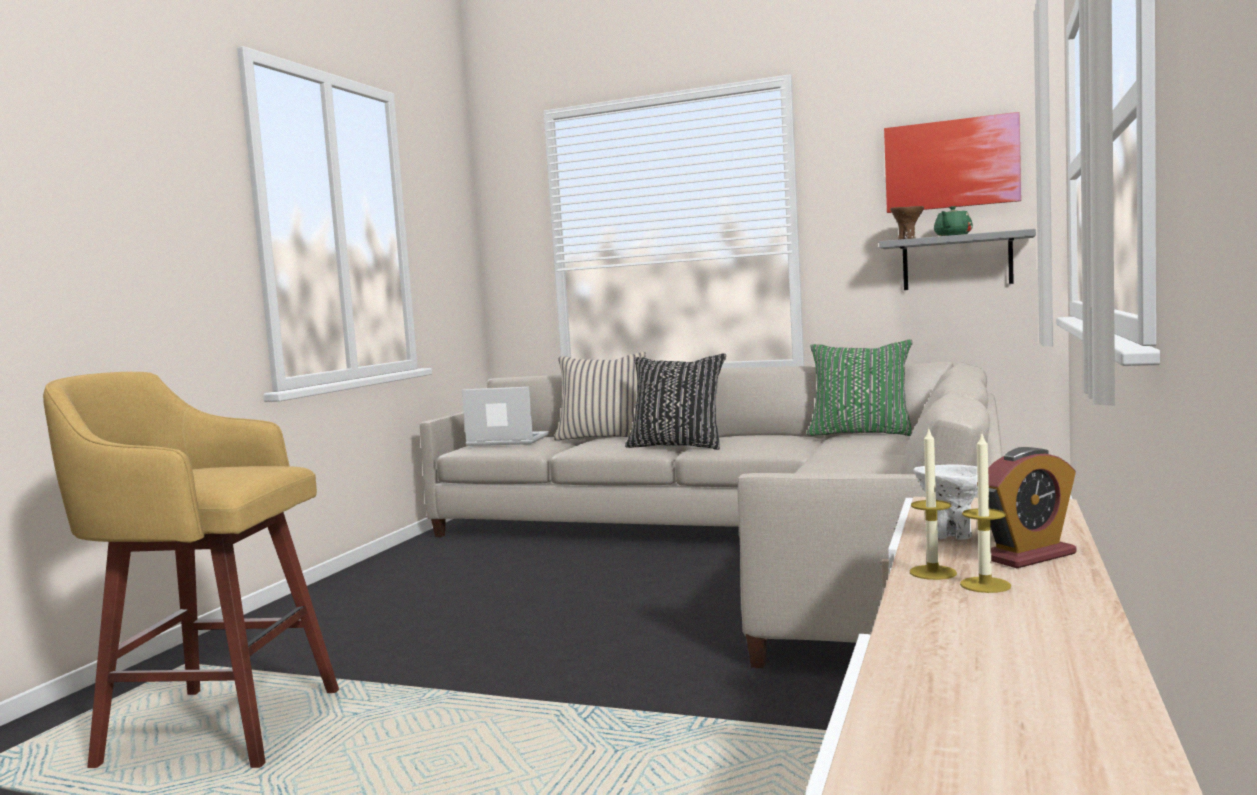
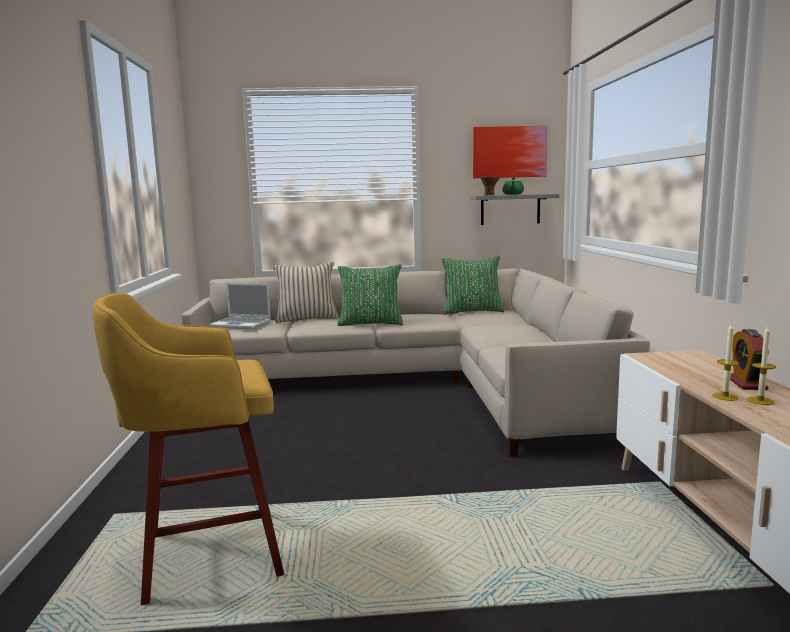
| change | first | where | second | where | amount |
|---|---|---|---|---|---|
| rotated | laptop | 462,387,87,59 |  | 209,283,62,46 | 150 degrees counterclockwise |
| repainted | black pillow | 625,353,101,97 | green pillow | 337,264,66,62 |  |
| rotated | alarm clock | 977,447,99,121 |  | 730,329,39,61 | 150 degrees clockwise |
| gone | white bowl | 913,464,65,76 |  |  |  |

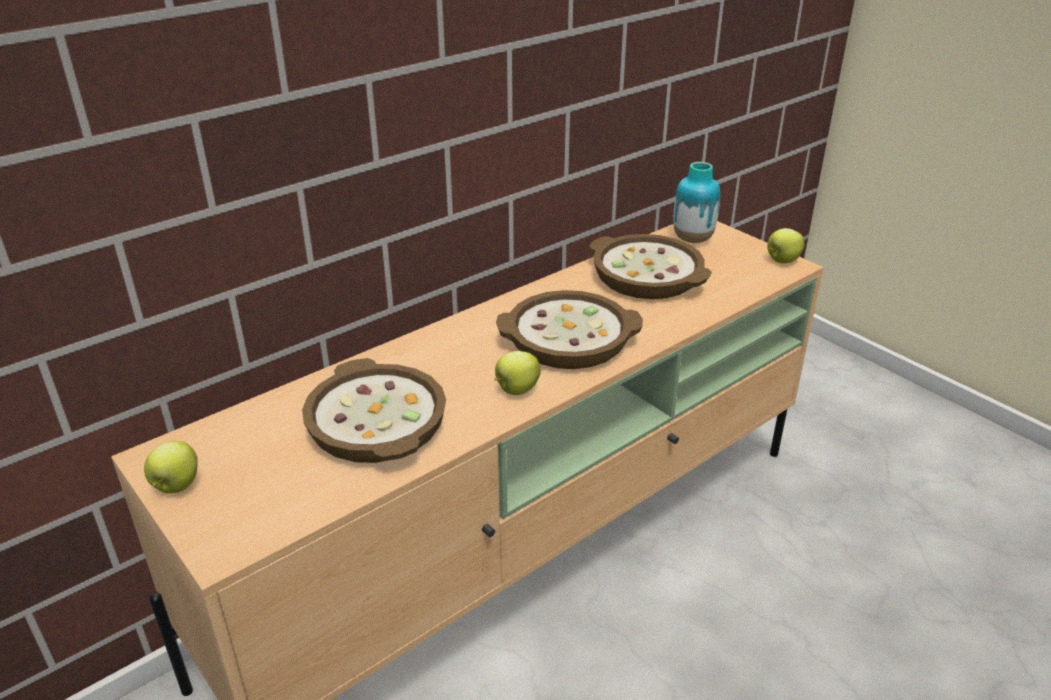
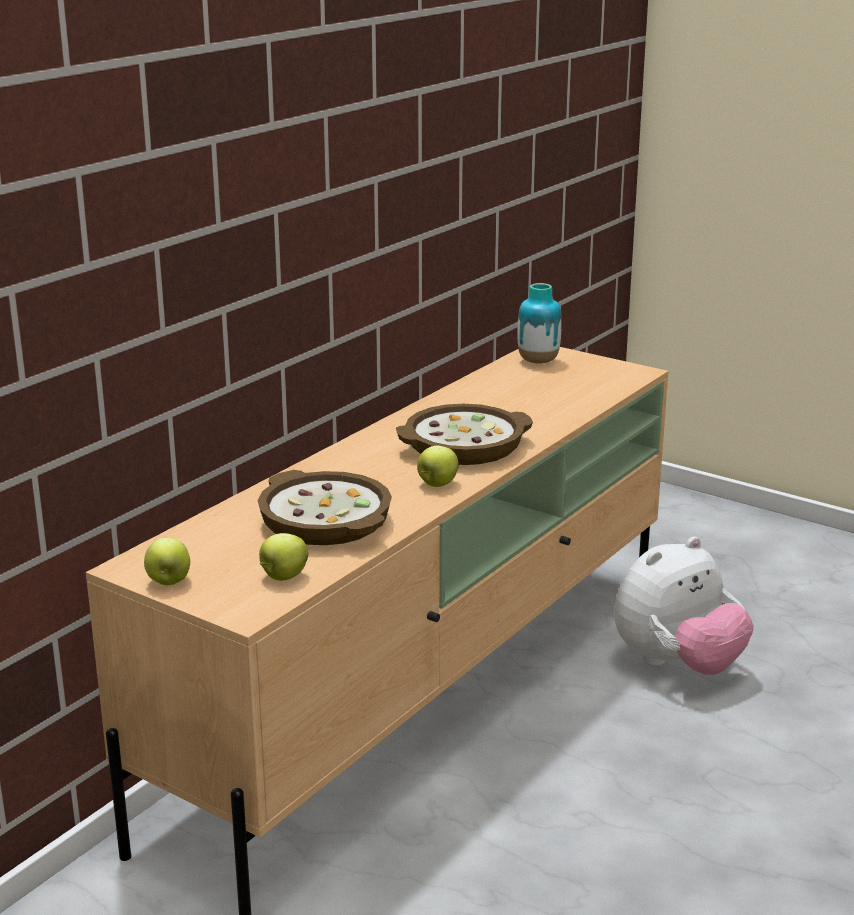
| change | first | where | second | where | amount |
|---|---|---|---|---|---|
| shifted | apple | 767,228,38,36 |  | 259,533,49,48 |  |
| new |  |  | plush toy | 614,537,140,138 |  |
| gone | bowl | 589,234,123,65 |  |  |  |

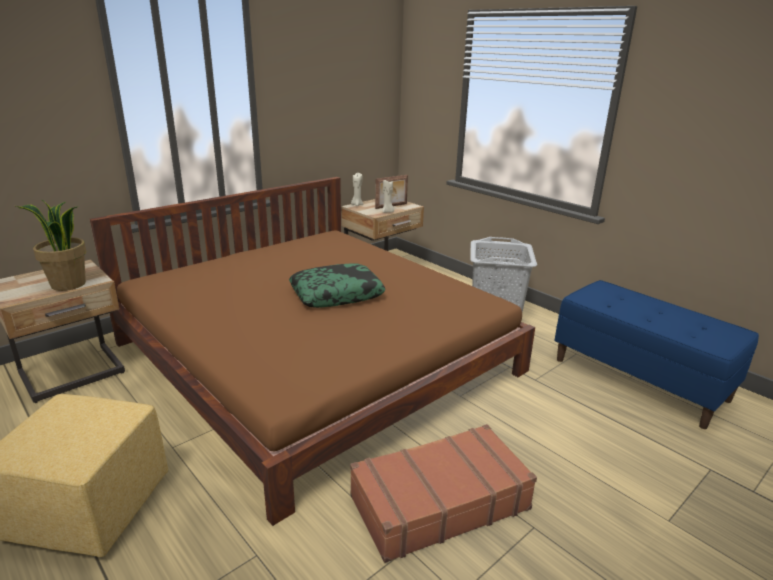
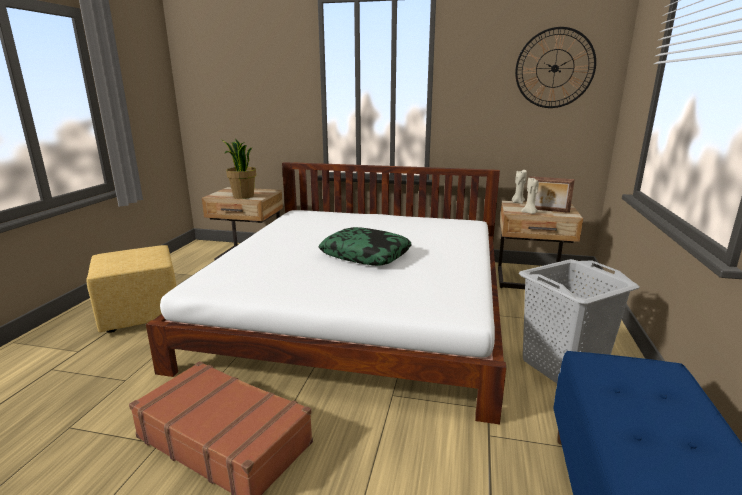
| change | first | where | second | where | amount |
|---|---|---|---|---|---|
| repainted | brown bed | 90,177,445,349 | white bed | 146,162,360,263 |  |
| new |  |  | wall clock | 515,27,81,81 |  |

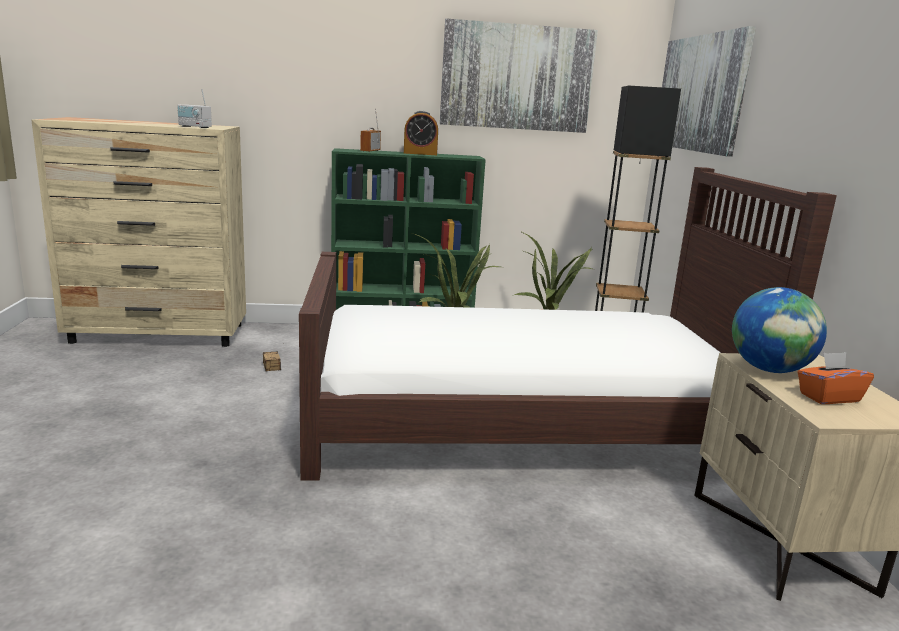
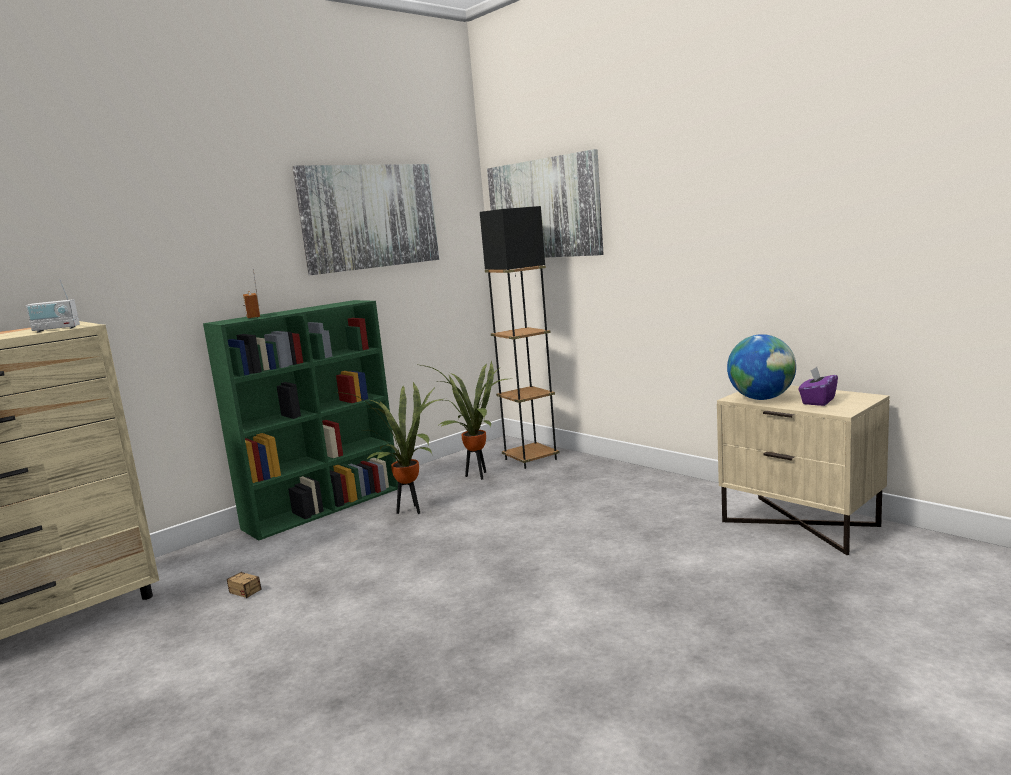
| change | first | where | second | where | amount |
|---|---|---|---|---|---|
| repainted | orange tissue box | 798,352,76,52 | purple tissue box | 799,367,39,39 |  |
| gone | brown bed | 299,167,538,314 |  |  |  |
| gone | alarm clock | 404,111,34,44 |  |  |  |

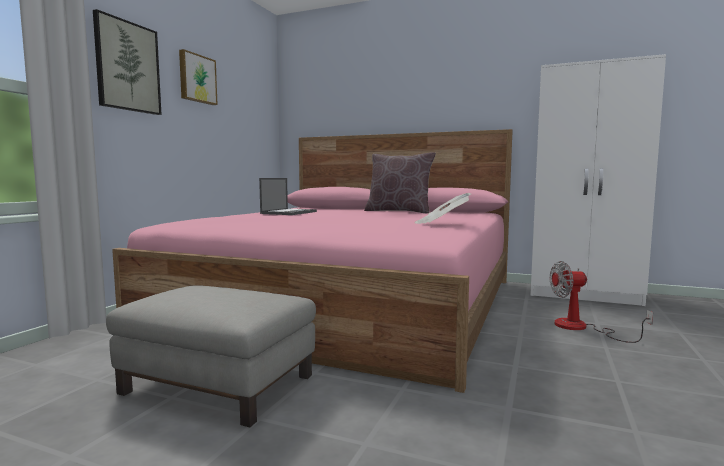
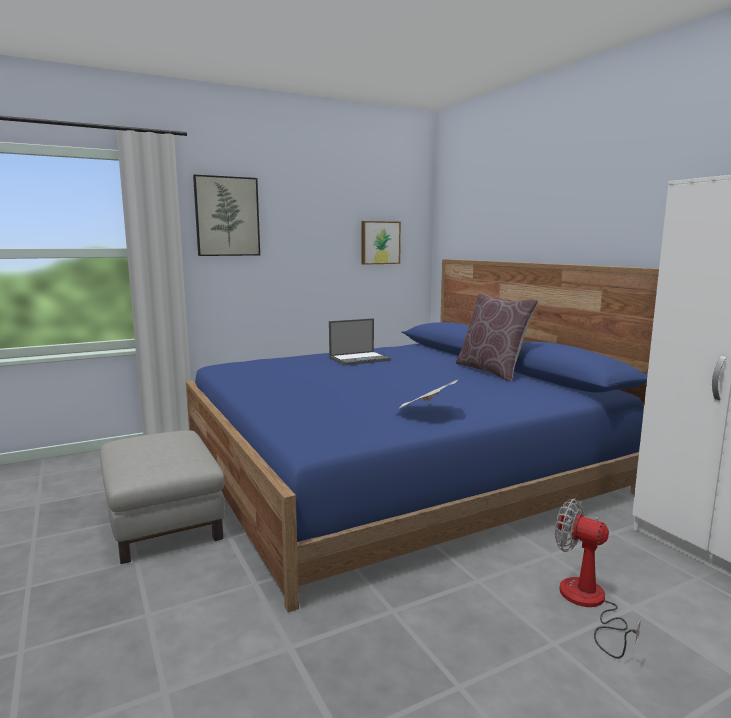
| change | first | where | second | where | amount |
|---|---|---|---|---|---|
| repainted | pink bed | 112,129,401,264 | blue bed | 186,259,473,353 |  |
| shifted | picture | 179,49,39,56 |  | 361,221,40,44 |  |

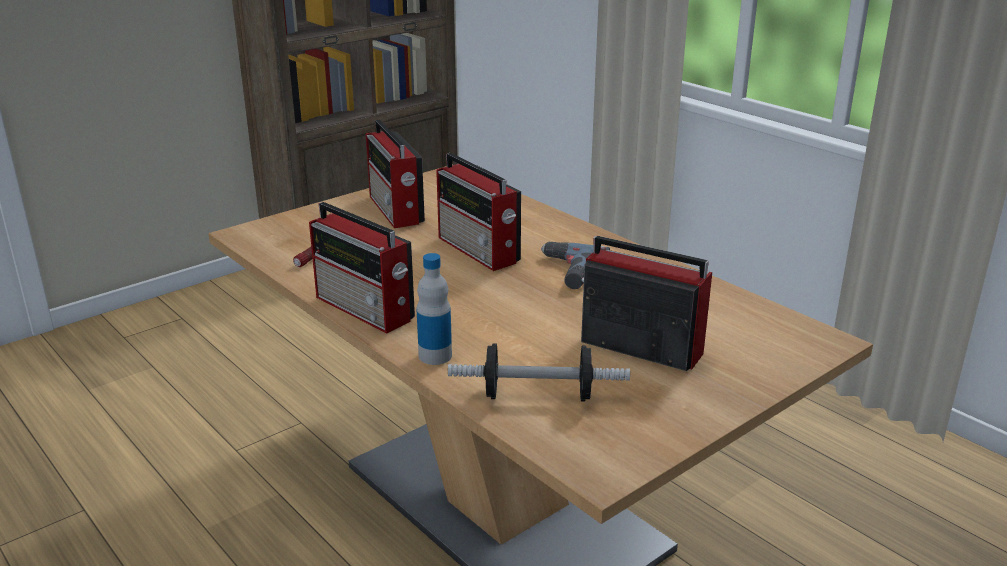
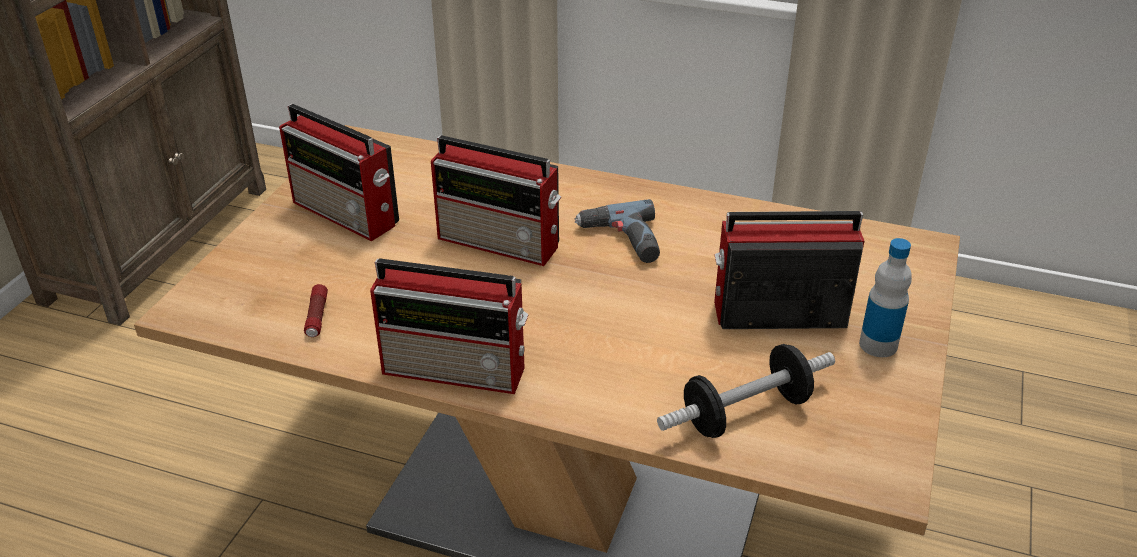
| change | first | where | second | where | amount |
|---|---|---|---|---|---|
| shifted | bottle | 416,253,36,112 |  | 859,238,53,119 |  |

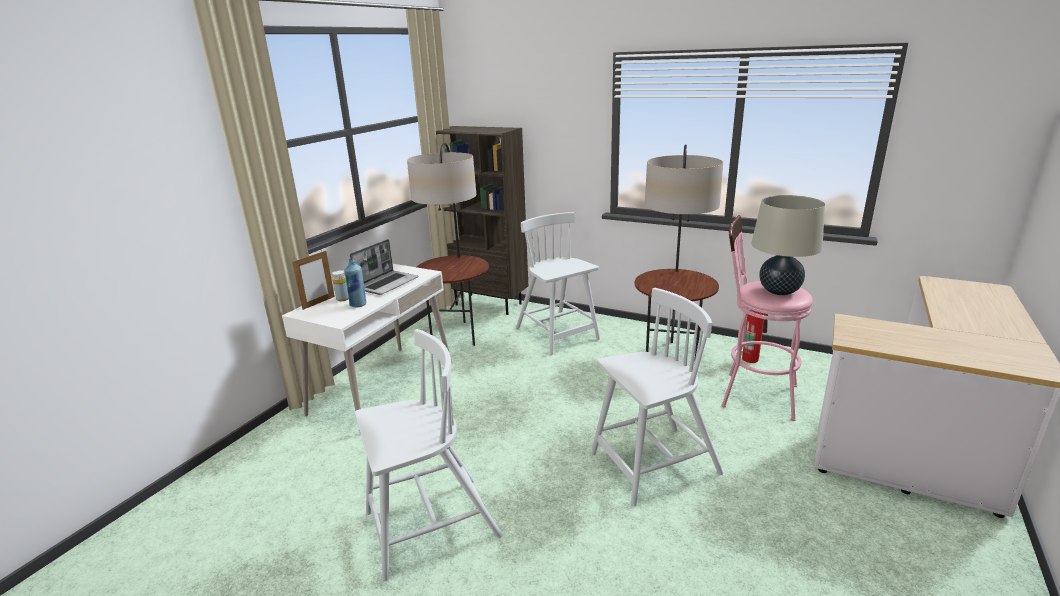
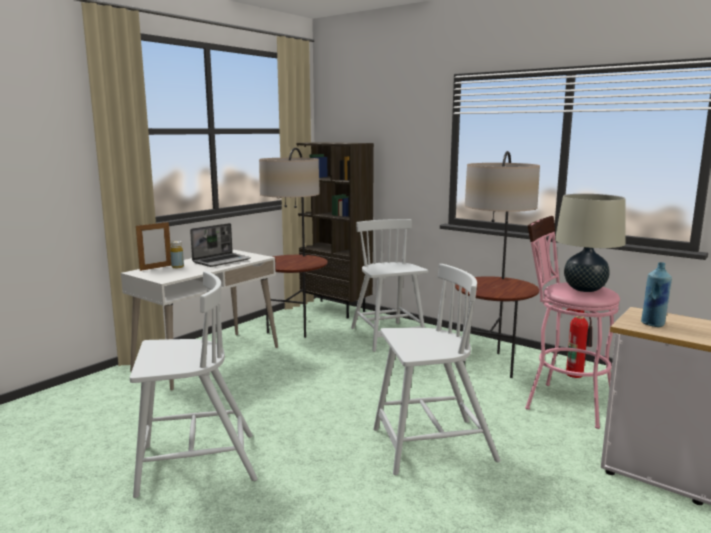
| change | first | where | second | where | amount |
|---|---|---|---|---|---|
| shifted | blue bottle | 344,258,22,49 |  | 641,262,31,65 |  |

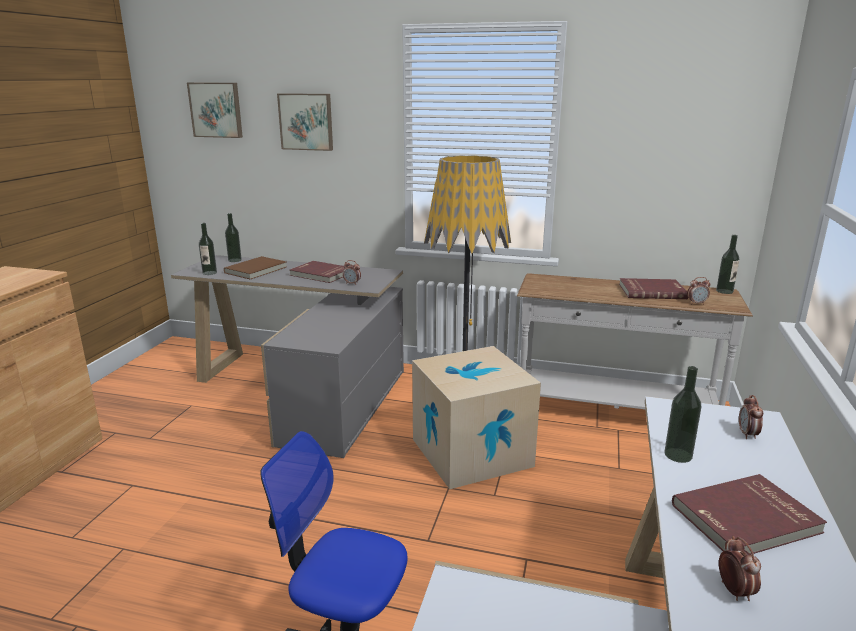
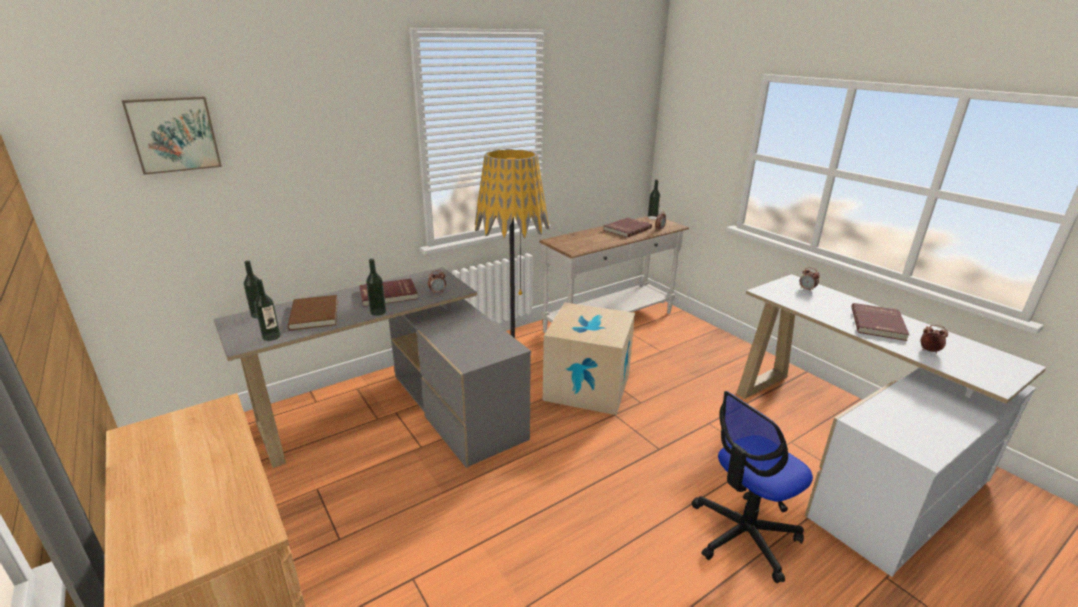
| change | first | where | second | where | amount |
|---|---|---|---|---|---|
| shifted | bottle | 664,366,37,97 |  | 366,259,20,57 |  |
| gone | picture | 277,93,56,58 |  |  |  |

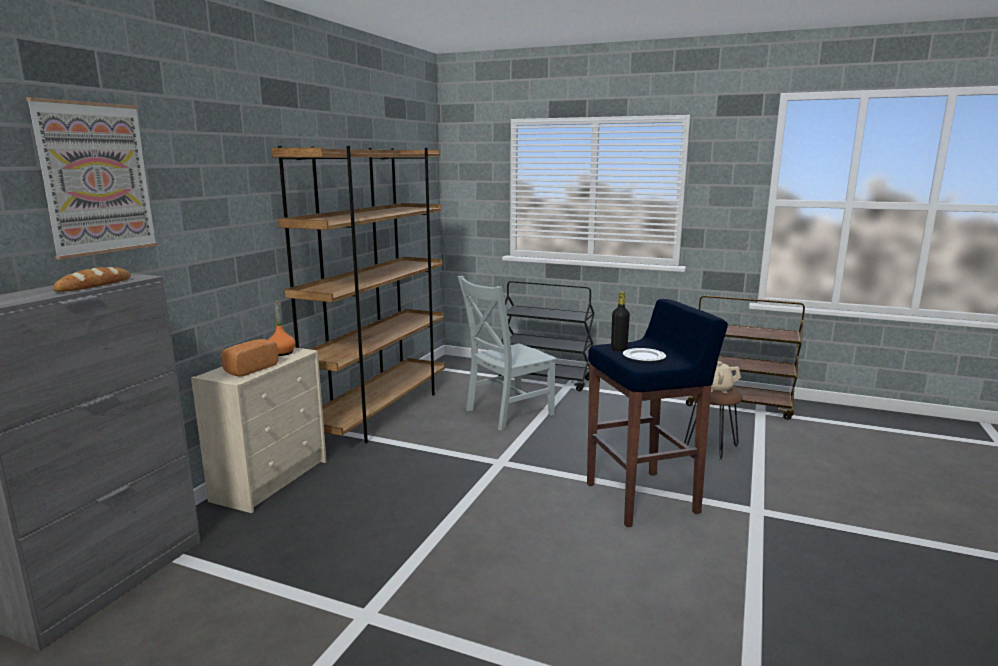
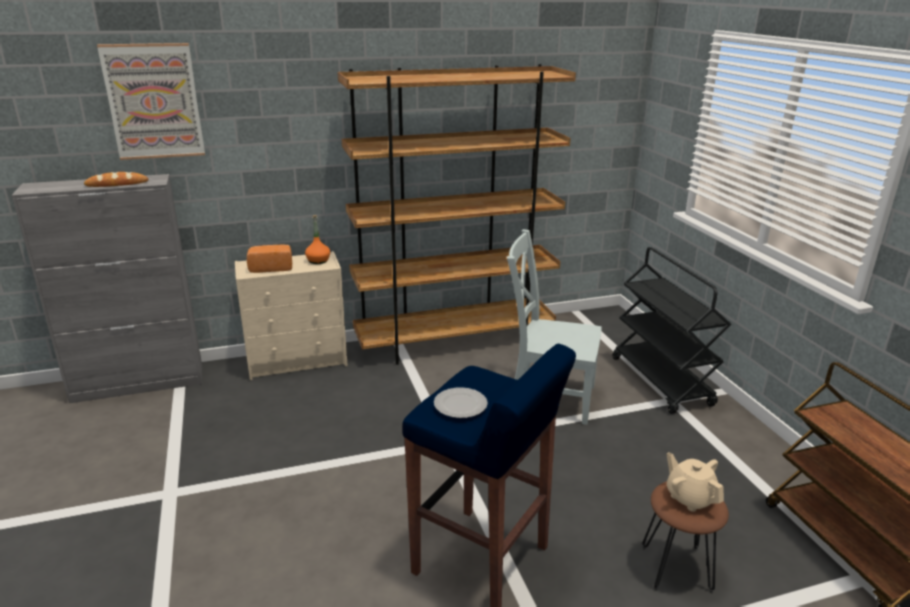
| change | first | where | second | where | amount |
|---|---|---|---|---|---|
| gone | black bottle | 611,291,19,60 |  |  |  |

